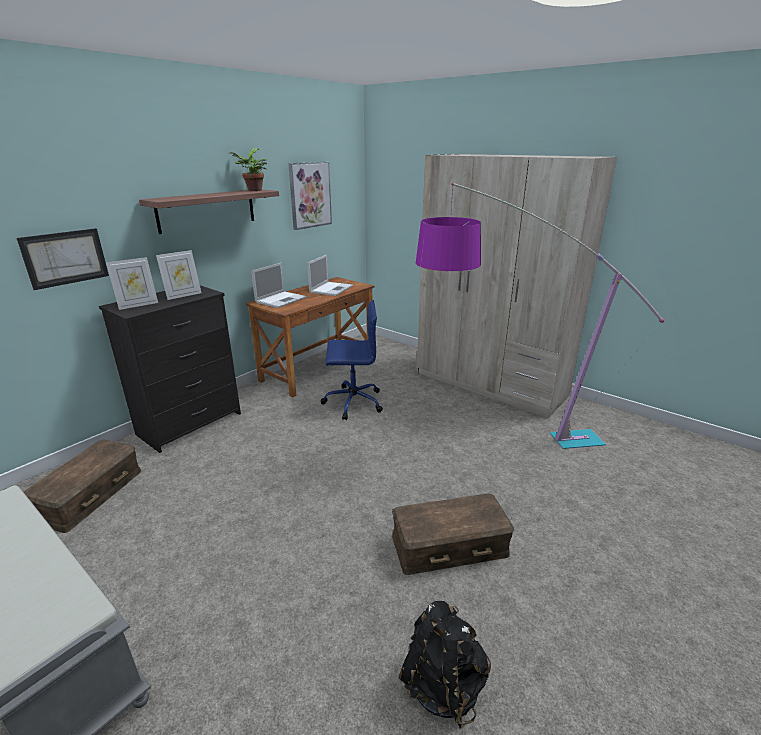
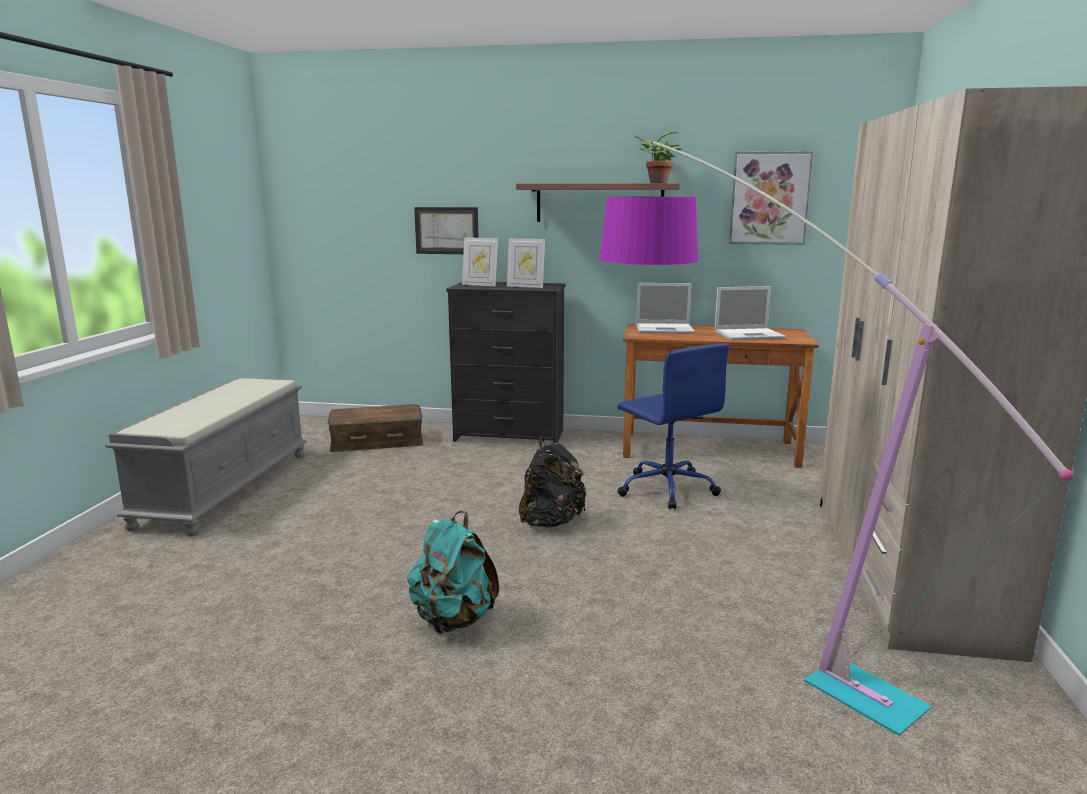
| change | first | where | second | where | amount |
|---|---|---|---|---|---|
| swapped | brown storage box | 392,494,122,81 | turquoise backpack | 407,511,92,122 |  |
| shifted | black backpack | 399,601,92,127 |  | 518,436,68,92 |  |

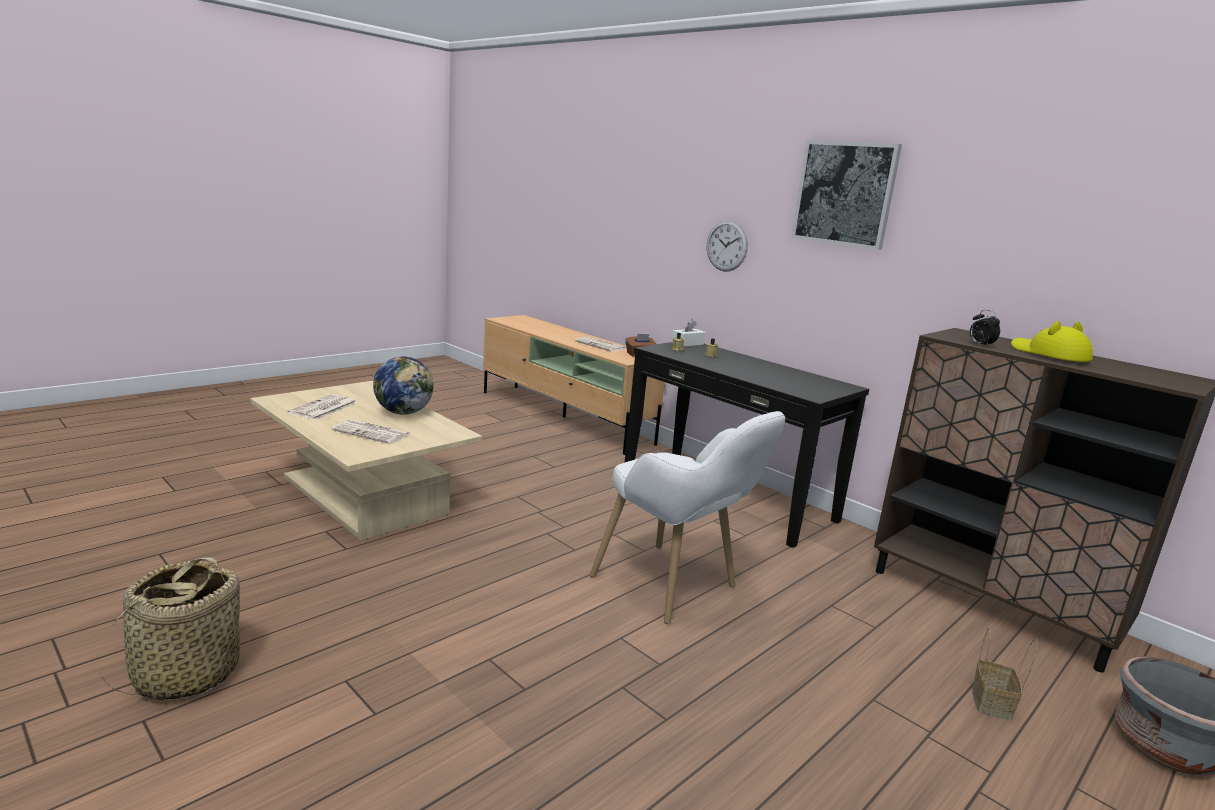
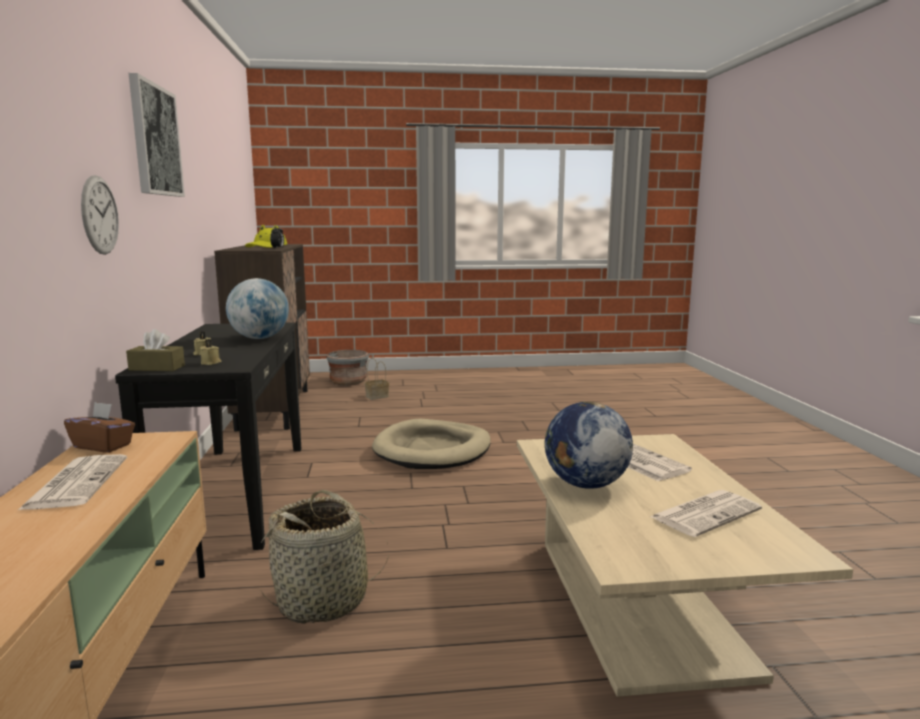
| change | first | where | second | where | amount |
|---|---|---|---|---|---|
| repainted | white tissue box | 672,319,33,28 | brown tissue box | 126,329,59,42 |  |
| new |  |  | globe | 226,278,63,61 |  |
| shifted | basket | 98,558,147,142 |  | 261,490,128,133 |  |
| swapped | white armchair | 590,411,195,213 | beige dog bed | 372,419,118,50 |  |

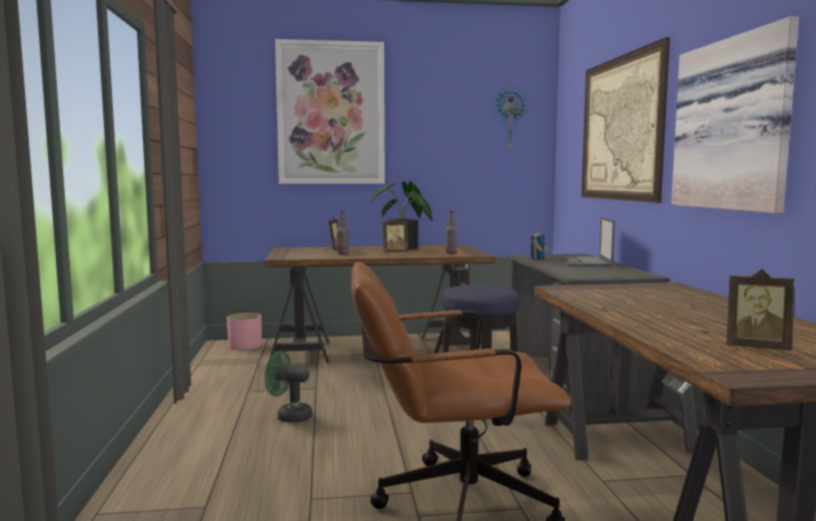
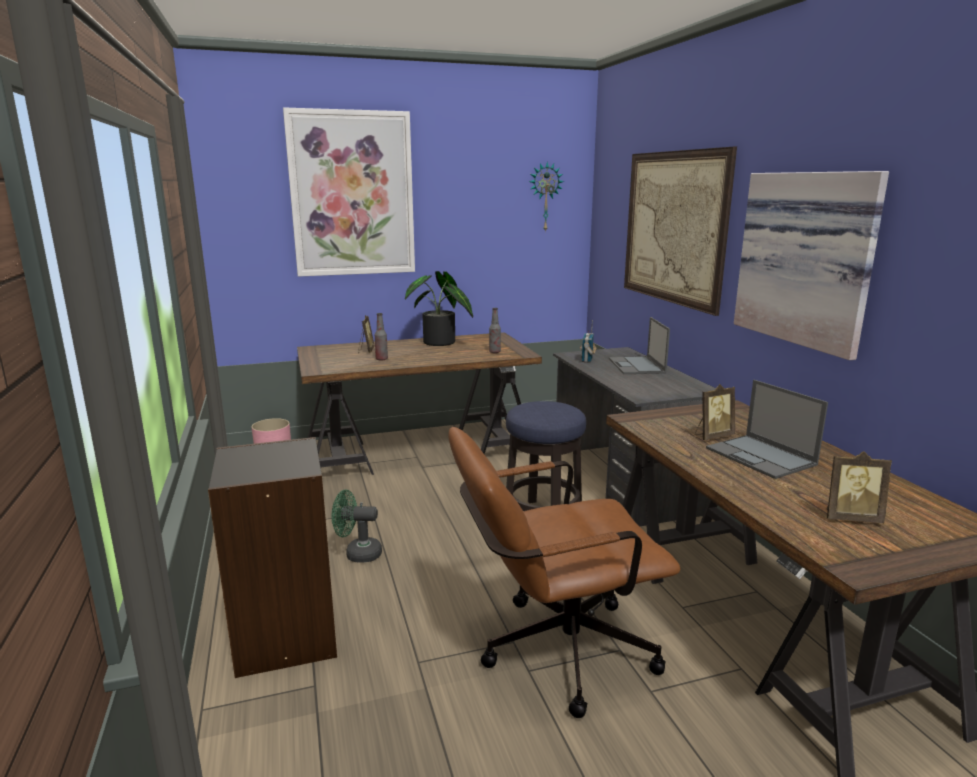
| change | first | where | second | where | amount |
|---|---|---|---|---|---|
| new |  |  | black bookcase | 208,437,129,241 |  |
| shifted | picture frame | 383,218,25,35 |  | 695,384,40,56 |  |
| new |  |  | laptop | 706,380,122,99 |  |

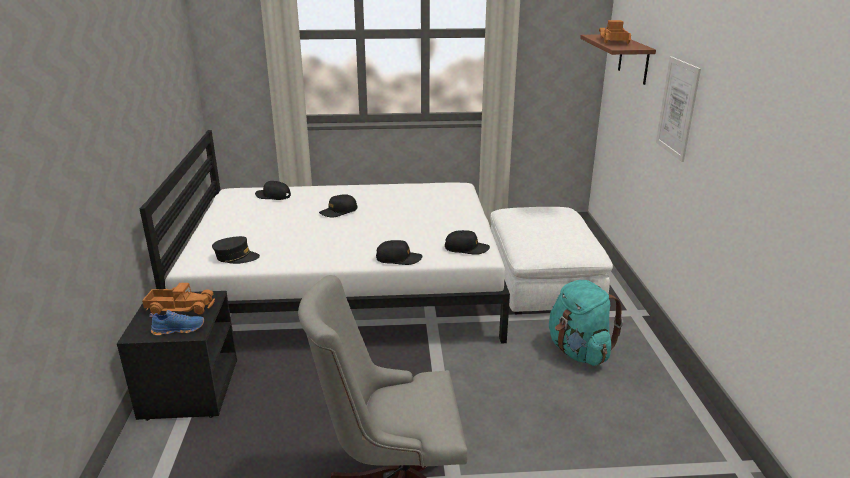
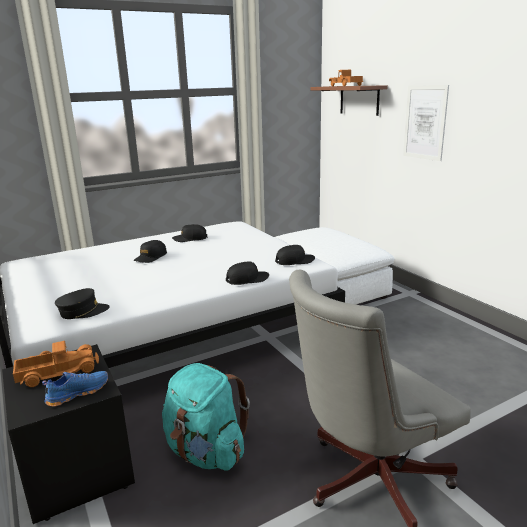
| change | first | where | second | where | amount |
|---|---|---|---|---|---|
| shifted | turquoise backpack | 549,280,74,86 |  | 162,363,88,108 |  |
| shifted | black cap | 255,181,36,19 |  | 172,224,35,18 |  |

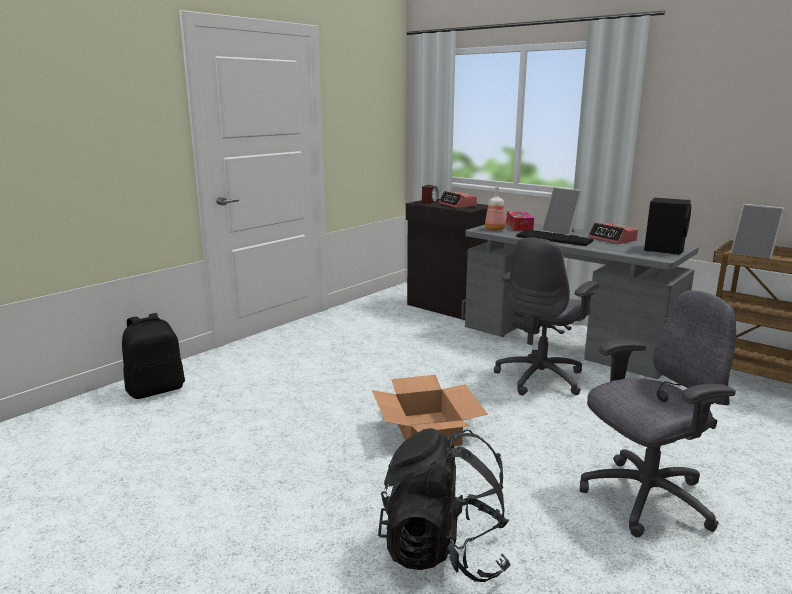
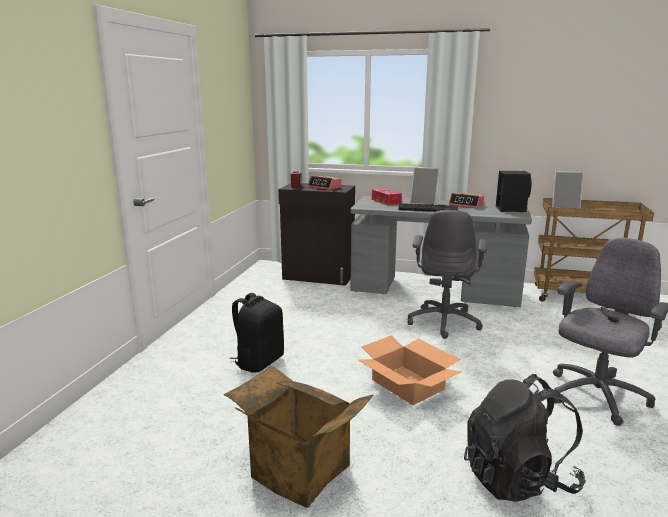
| change | first | where | second | where | amount |
|---|---|---|---|---|---|
| new |  |  | cardboard box | 224,365,150,143 |  |
| shifted | black backpack | 122,313,63,86 |  | 229,293,55,80 |  |
| gone | bottle | 485,187,21,44 |  |  |  |

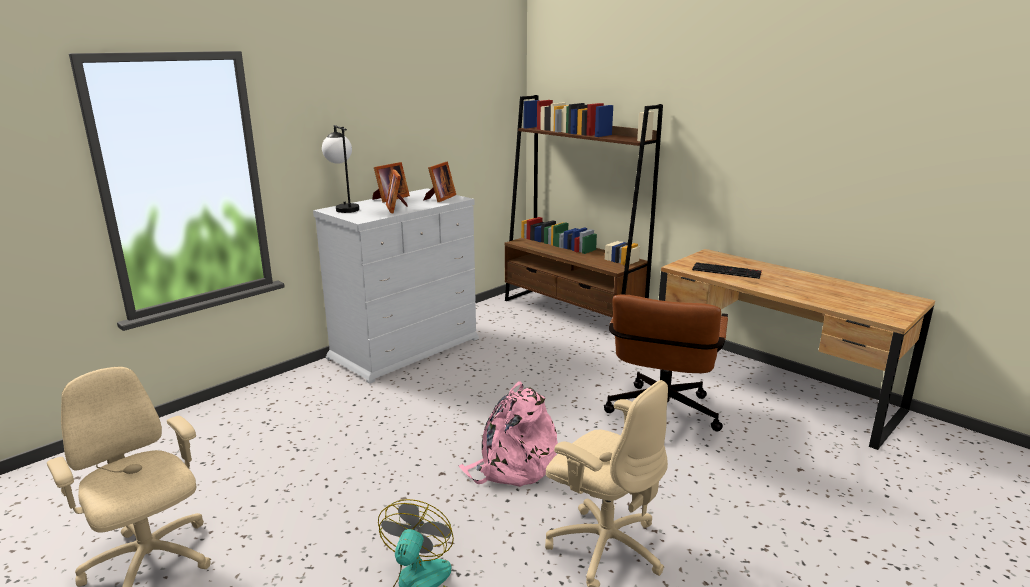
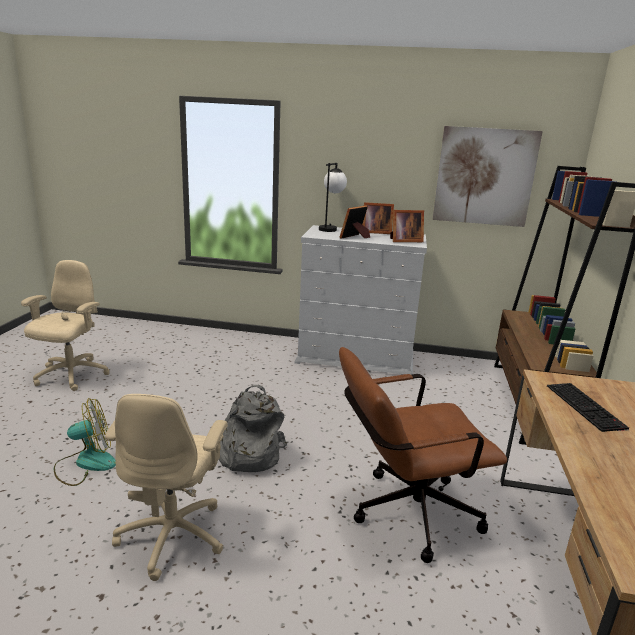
| change | first | where | second | where | amount |
|---|---|---|---|---|---|
| repainted | pink backpack | 459,381,99,106 | grey backpack | 219,385,68,87 |  |
| new |  |  | picture | 433,126,110,101 |  |

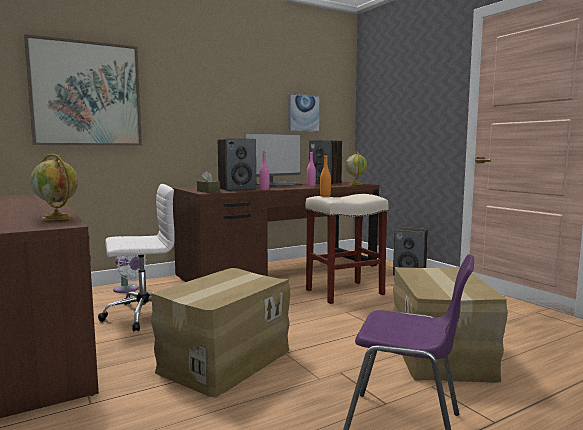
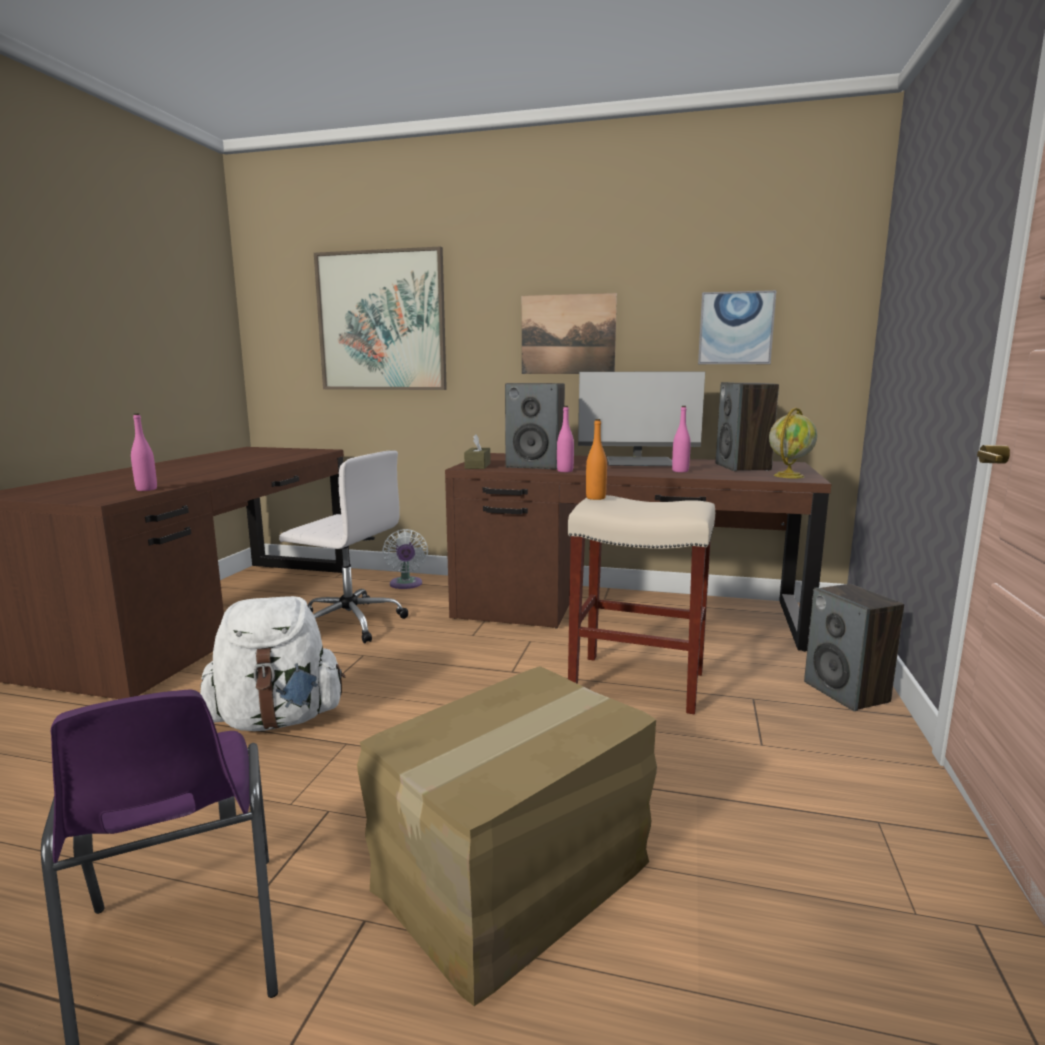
| change | first | where | second | where | amount |
|---|---|---|---|---|---|
| swapped | globe | 30,154,48,66 | pink bottle | 131,413,26,78 |  |
| swapped | cardboard box | 151,268,140,130 | white backpack | 200,596,145,135 |  |
| new |  |  | picture | 522,293,95,81 |  |

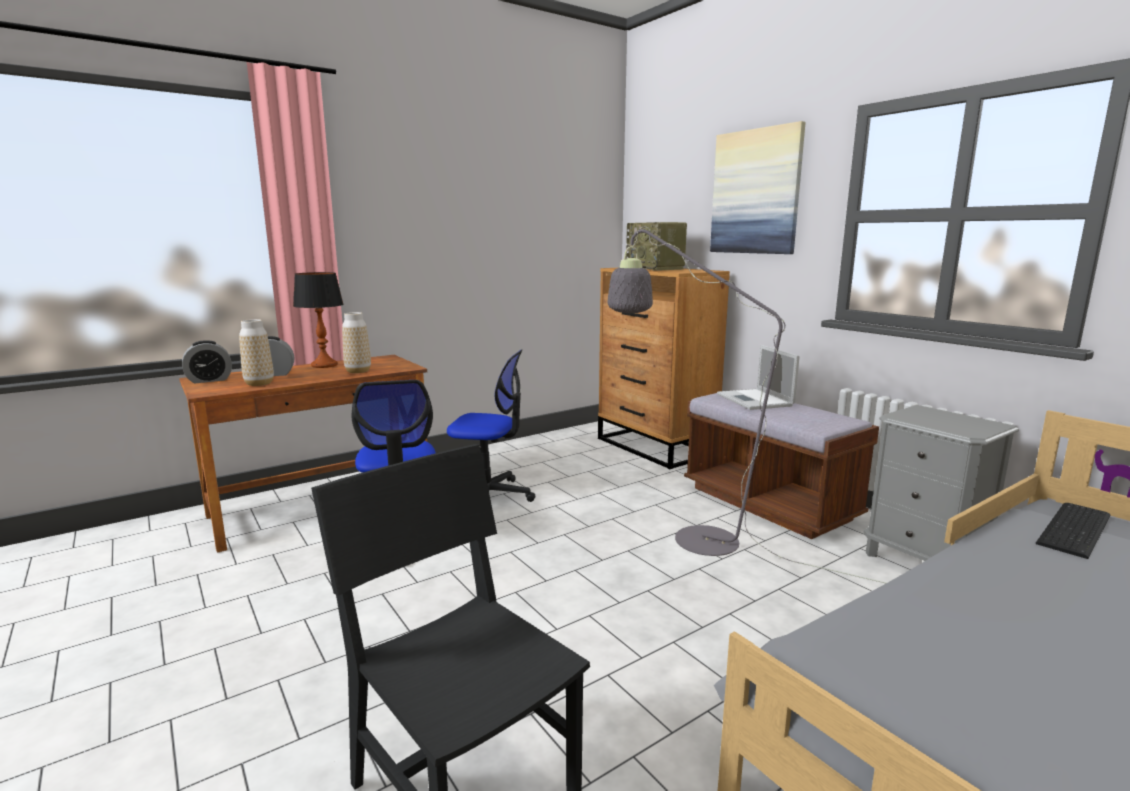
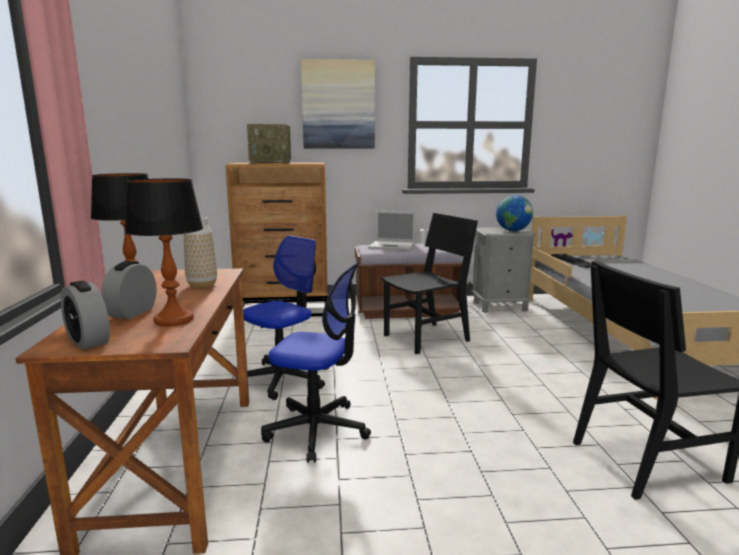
| change | first | where | second | where | amount |
|---|---|---|---|---|---|
| rotated | alarm clock | 182,340,50,43 |  | 61,281,49,68 | 135 degrees clockwise |
| swapped | vase | 239,319,35,67 | table lamp | 124,178,79,148 |  |
| swapped | grey floor lamp | 607,226,279,357 | black chair | 382,213,96,141 |  |
| new |  |  | globe | 496,195,37,36 |  |

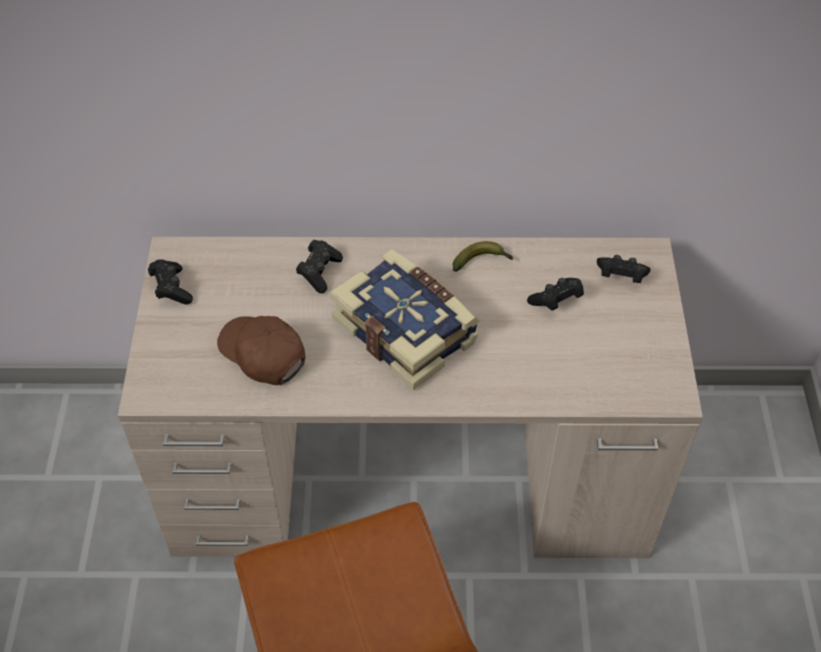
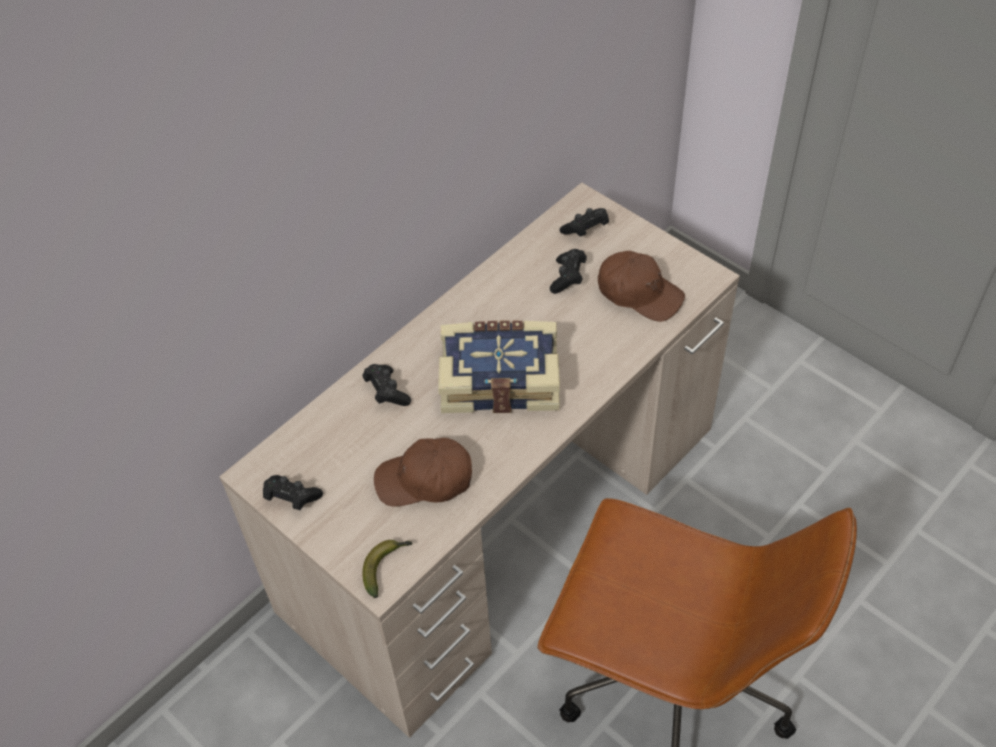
| change | first | where | second | where | amount |
|---|---|---|---|---|---|
| shifted | banana | 453,241,61,31 |  | 362,540,50,58 |  |
| new |  |  | brown cap | 598,251,87,71 |  |

